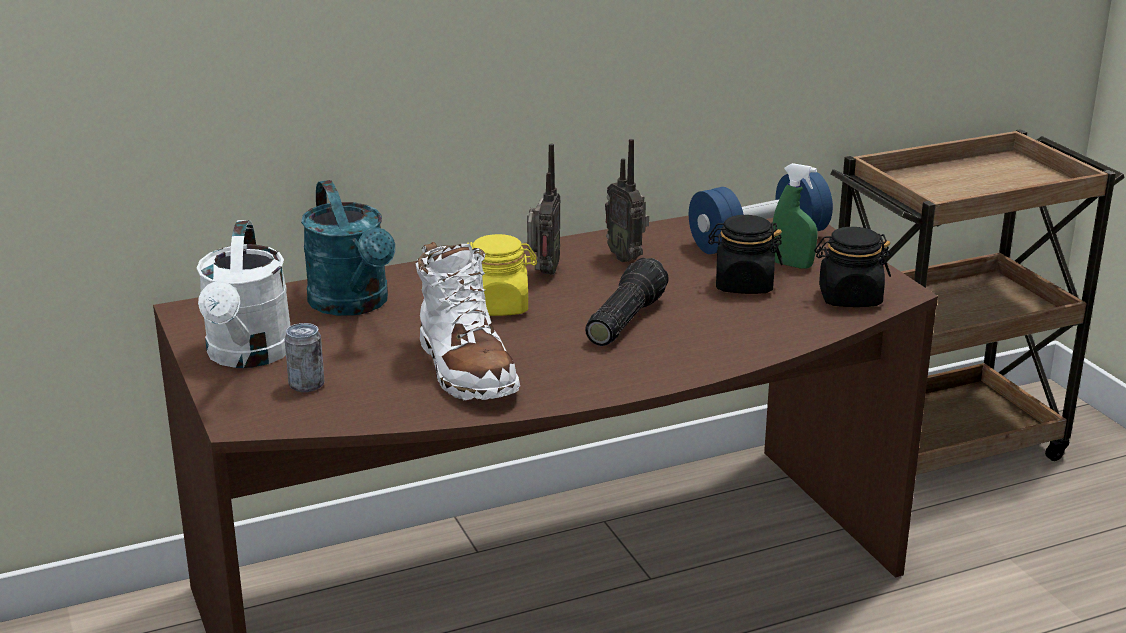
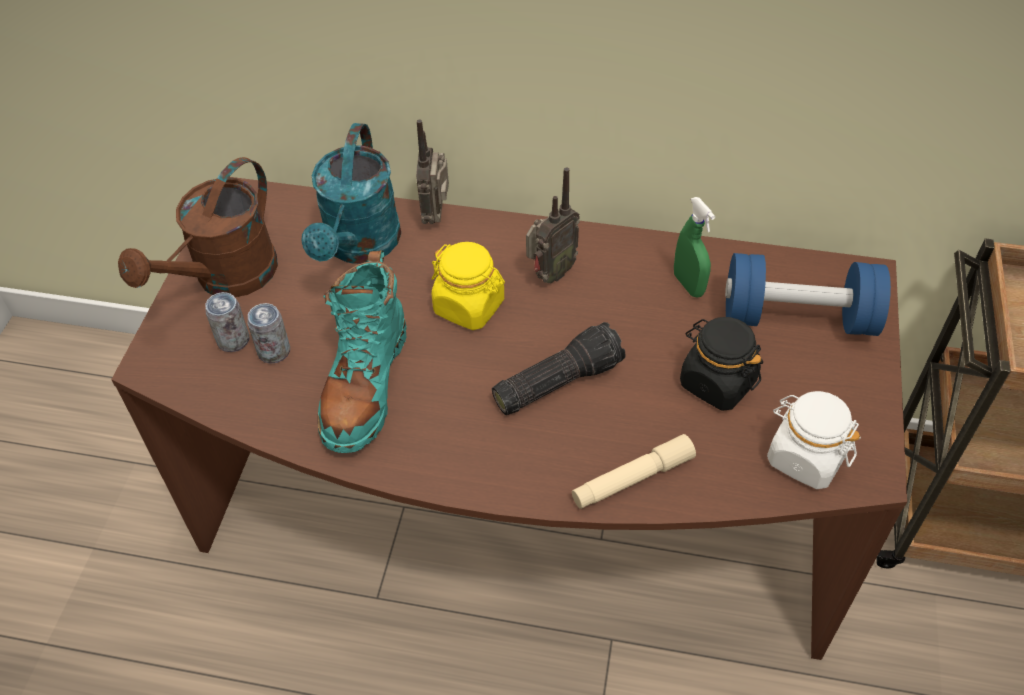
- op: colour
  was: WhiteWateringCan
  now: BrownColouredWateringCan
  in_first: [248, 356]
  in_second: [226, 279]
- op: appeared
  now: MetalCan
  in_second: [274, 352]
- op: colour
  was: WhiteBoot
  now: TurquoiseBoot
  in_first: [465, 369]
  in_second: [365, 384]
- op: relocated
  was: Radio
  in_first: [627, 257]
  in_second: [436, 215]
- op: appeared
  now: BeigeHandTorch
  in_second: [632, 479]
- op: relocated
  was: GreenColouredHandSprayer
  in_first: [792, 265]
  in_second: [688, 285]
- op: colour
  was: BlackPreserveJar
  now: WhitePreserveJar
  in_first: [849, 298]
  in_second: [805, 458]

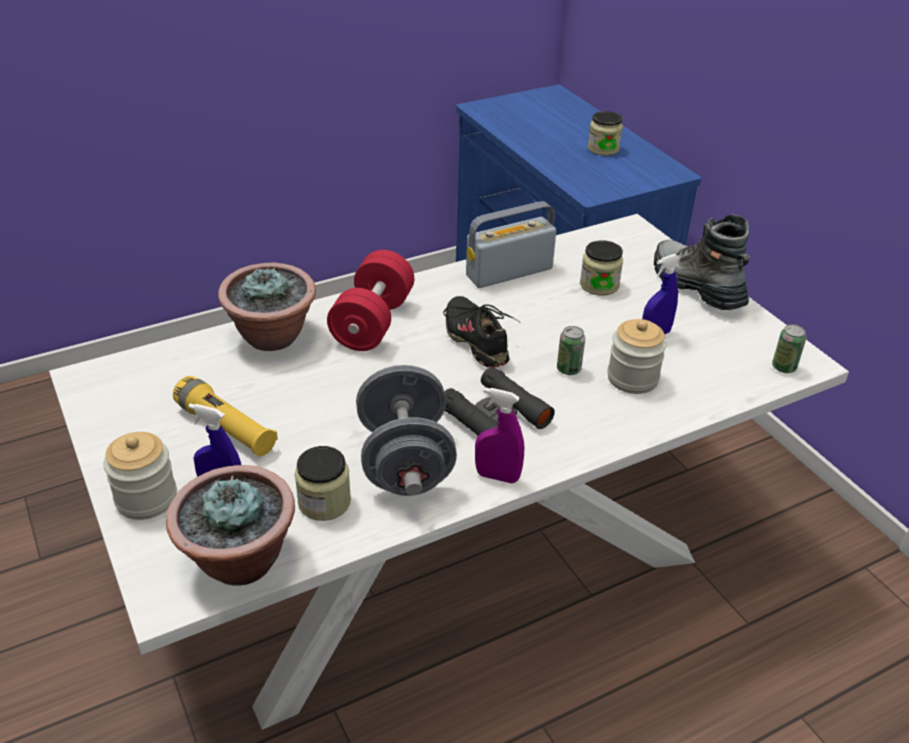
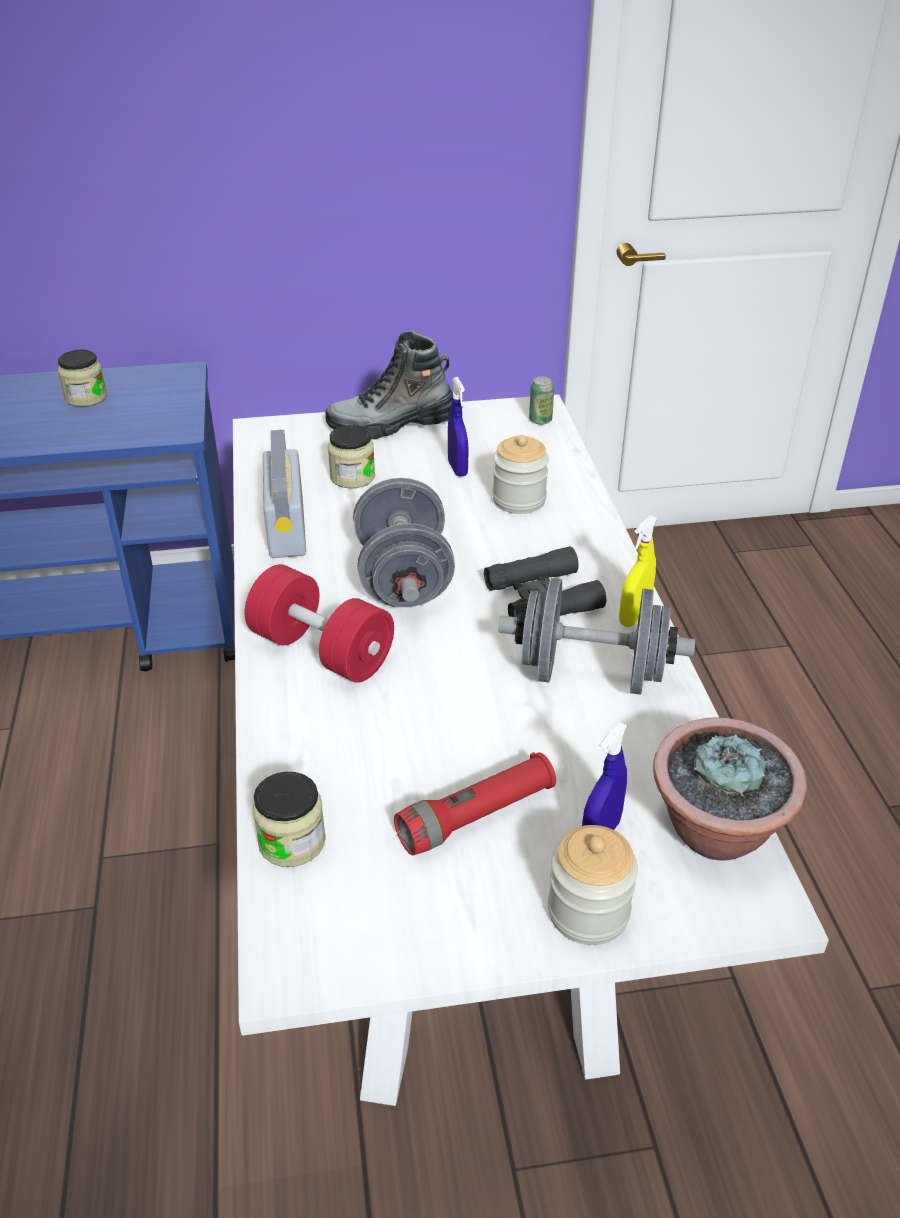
- op: relocated
  was: PreserveJar
  in_first: [324, 502]
  in_second: [292, 841]
- op: exchanged
  was: BlackLowShoe
  now: GreyDumbbell
  in_first: [477, 340]
  in_second: [403, 579]
- op: colour
  was: YellowColouredHandTorch
  now: ReddishHandTorch
  in_first: [226, 428]
  in_second: [476, 816]
- op: colour
  was: PurpleHandSprayer
  now: YellowColouredHandSprayer
  in_first: [497, 476]
  in_second: [634, 617]
- op: missing
  was: PlantInAPot
  in_first: [273, 337]
- op: missing
  was: MetalCan
  in_first: [568, 369]

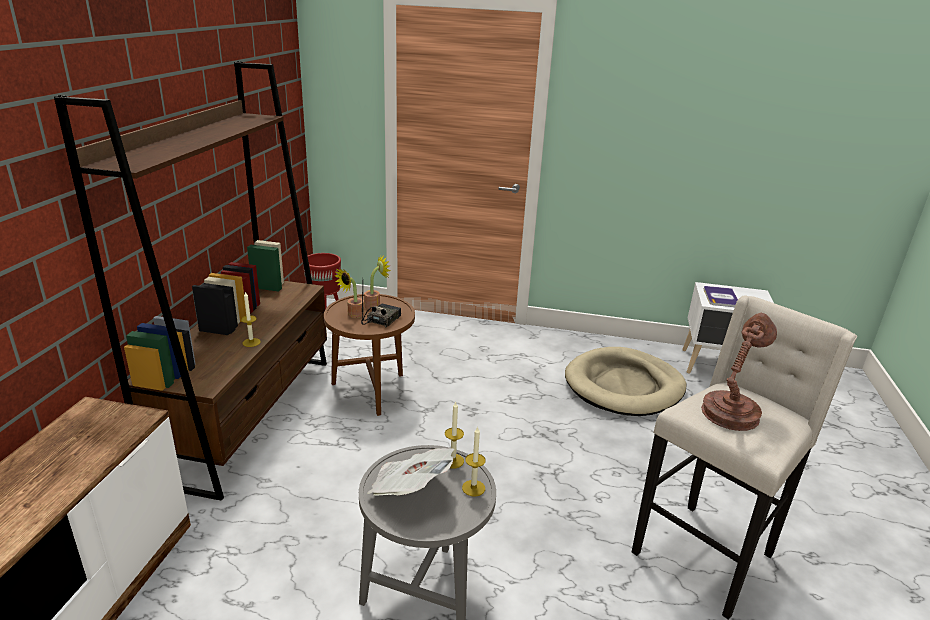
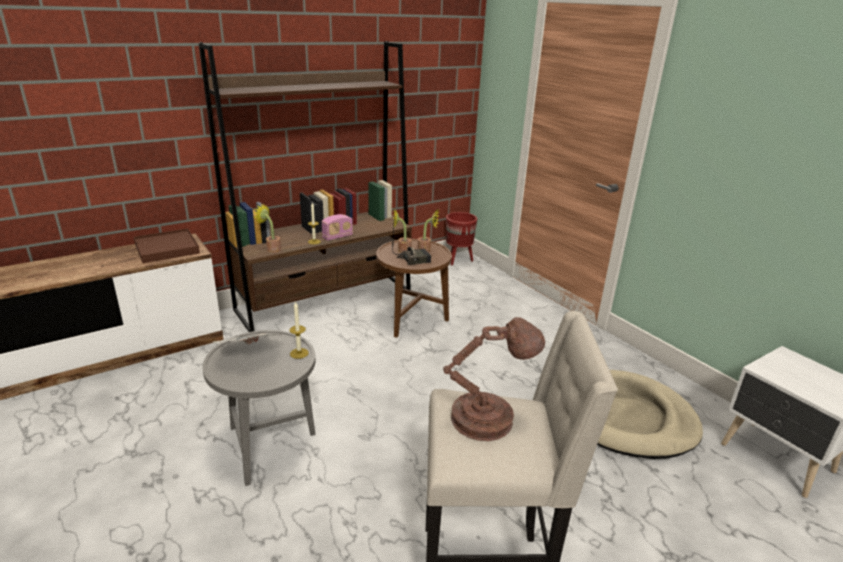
- op: appeared
  now: BrownColouredCarryingTray
  in_second: [167, 248]
- op: appeared
  now: PlantInAPot
  in_second: [271, 249]
- op: appeared
  now: Radio
  in_second: [337, 237]
- op: missing
  was: WaxCandle
  in_first: [473, 488]
- op: missing
  was: Volume
  in_first: [721, 297]

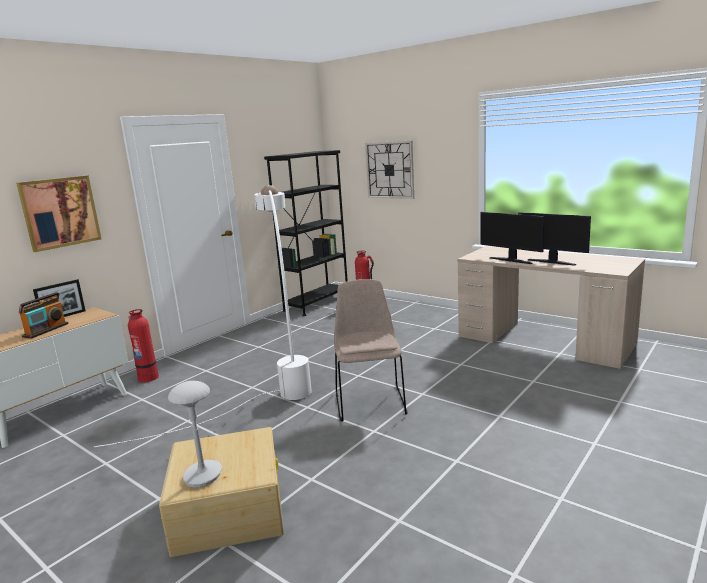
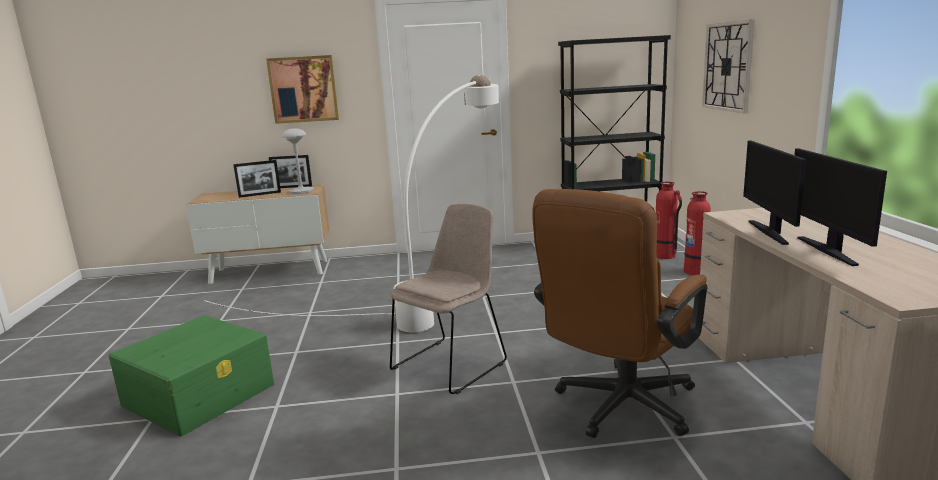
- op: colour
  was: BeigeStorageBox
  now: GreenColouredStorageBox
  in_first: [229, 508]
  in_second: [200, 394]
- op: exchanged
  was: Radio
  now: PhotoFrame
  in_first: [46, 330]
  in_second: [260, 194]
- op: relocated
  was: GreyLampForATable
  in_first: [203, 475]
  in_second: [301, 191]
- op: appeared
  now: BrownColouredComputerChair
  in_second: [619, 409]
- op: relocated
  was: FireFightingCylinder
  in_first: [148, 377]
  in_second: [695, 271]

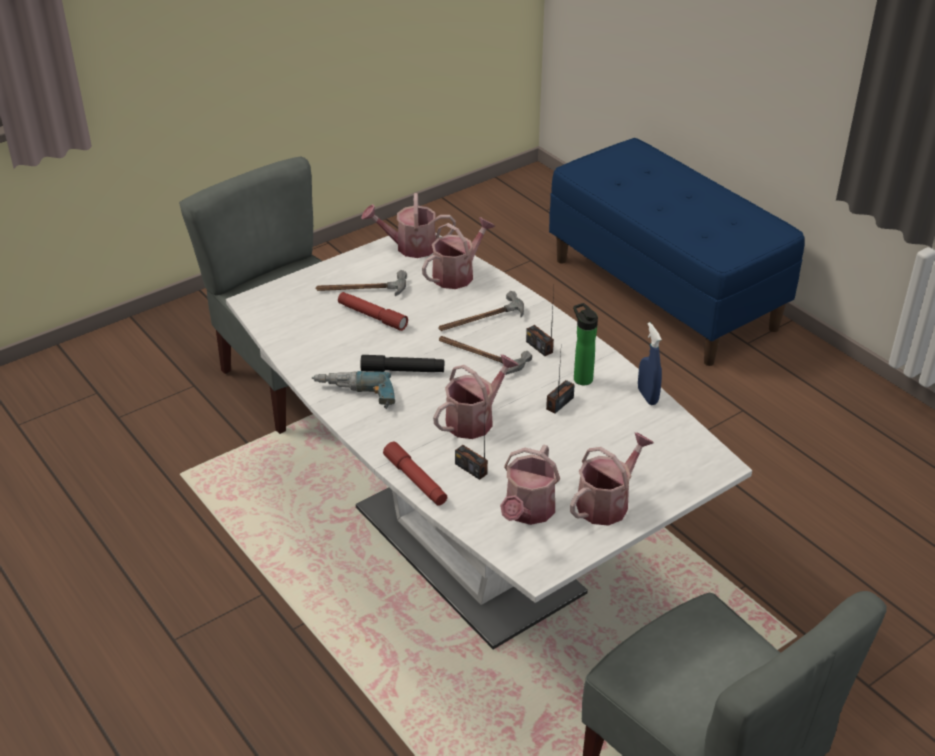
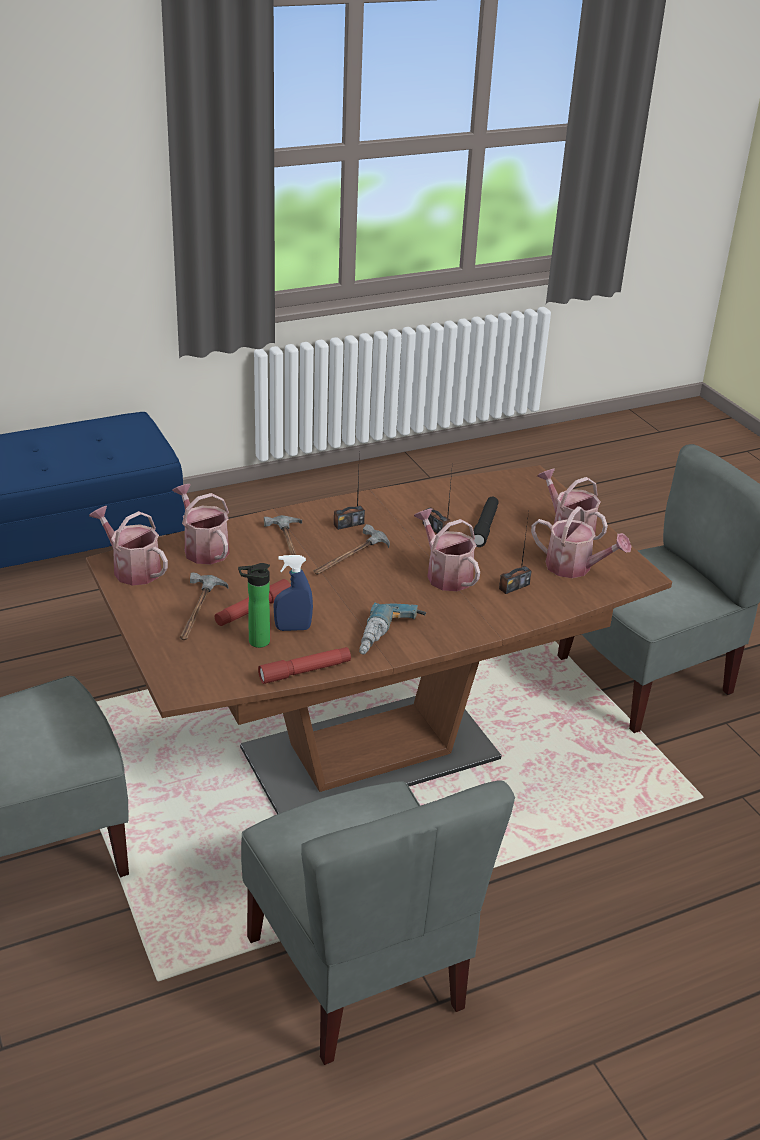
- op: colour
  was: WhiteDiningTable
  now: BrownColouredDiningTable
  in_first: [467, 550]
  in_second: [370, 754]
- op: spun
  was: WateringCan
  in_first: [410, 247]
  in_second: [132, 569]
  clockwise: 120
- op: relocated
  was: BeverageBottle
  in_first: [581, 377]
  in_second: [255, 642]
- op: appeared
  now: GreyPlainChair
  in_second: [358, 972]
- op: relocated
  was: ReddishHandTorch
  in_first: [415, 480]
  in_second: [305, 671]
- op: relocated
  was: BluishHandSprayer
  in_first: [647, 396]
  in_second: [293, 628]
- op: relocated
  was: BlackHandTorch
  in_first: [402, 370]
  in_second: [484, 527]

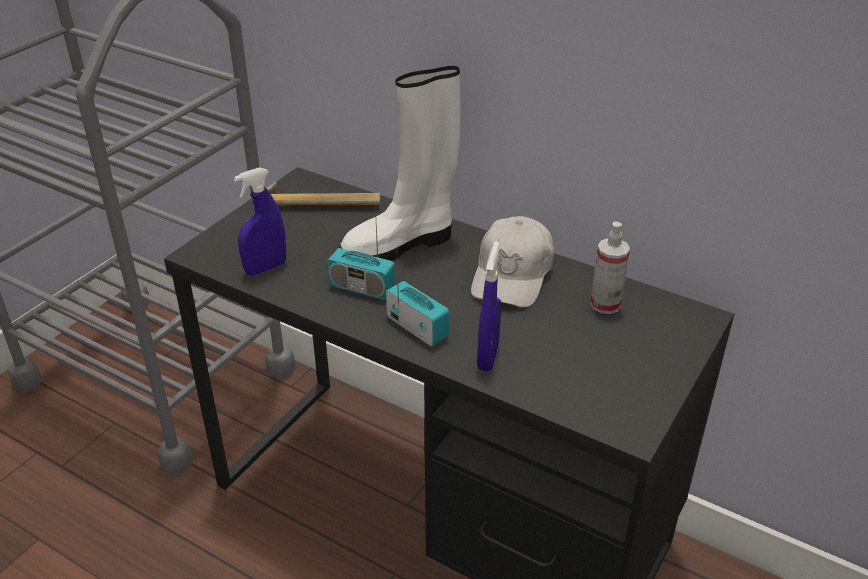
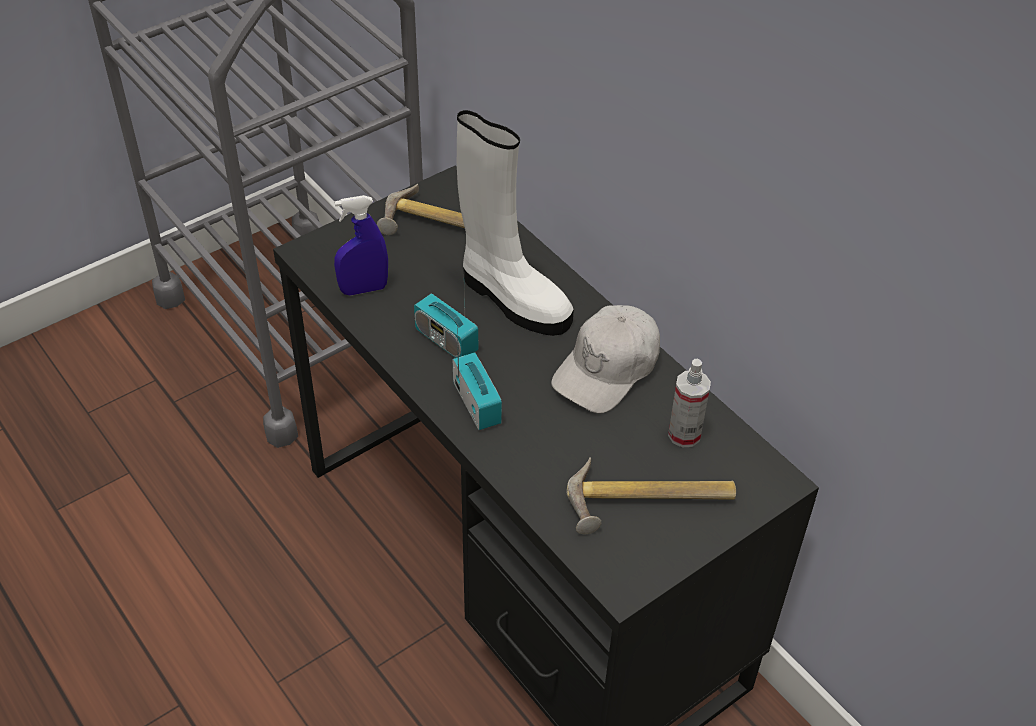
- op: spun
  was: WhiteBoot
  in_first: [401, 245]
  in_second: [512, 298]
  clockwise: -135
- op: appeared
  now: ToolHammer
  in_second: [650, 503]
- op: missing
  was: BluishHandSprayer
  in_first: [488, 357]

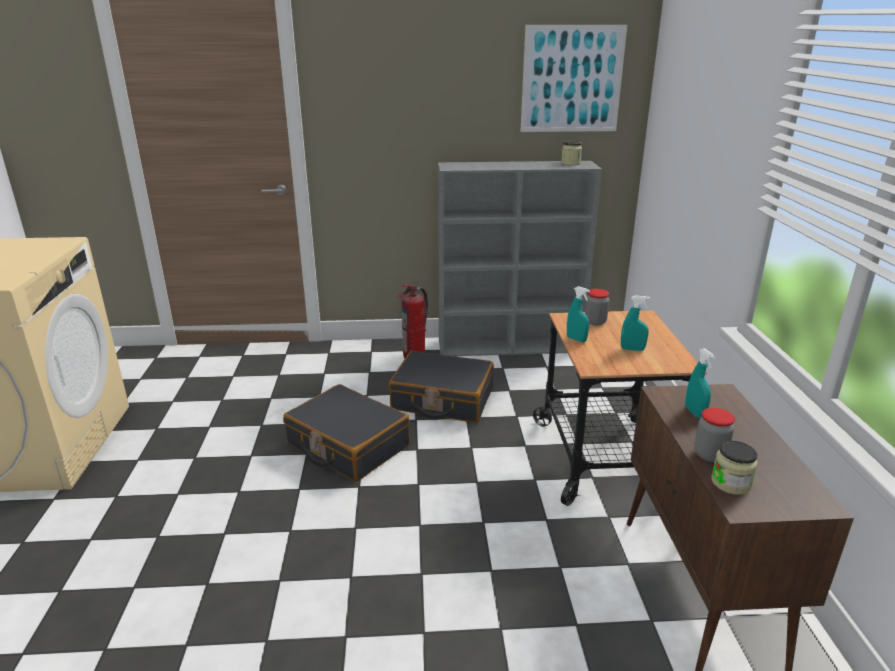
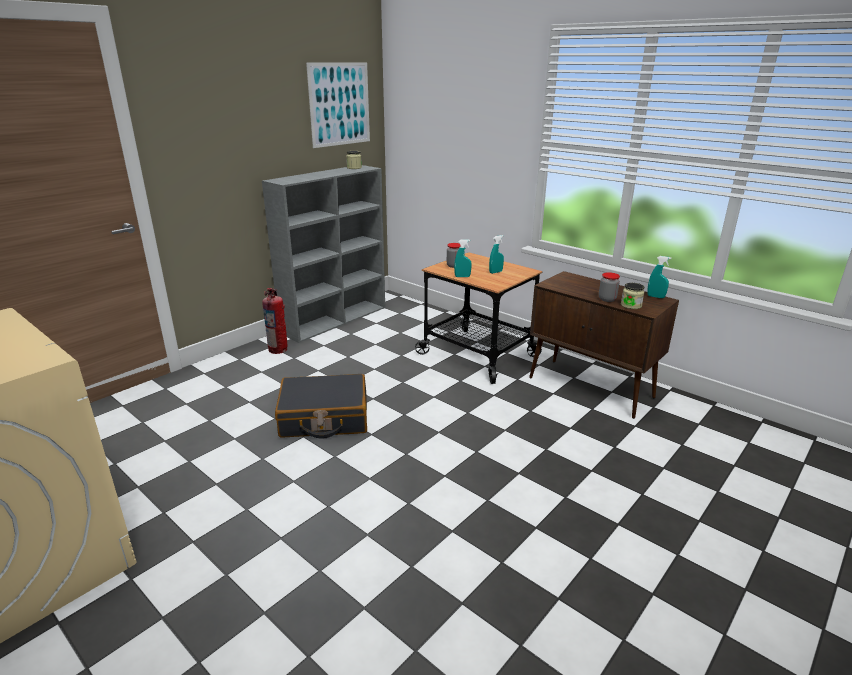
- op: relocated
  was: TurquoiseHandSprayer
  in_first: [695, 412]
  in_second: [655, 297]
- op: missing
  was: BlackPieceOfLuggage
  in_first: [442, 399]

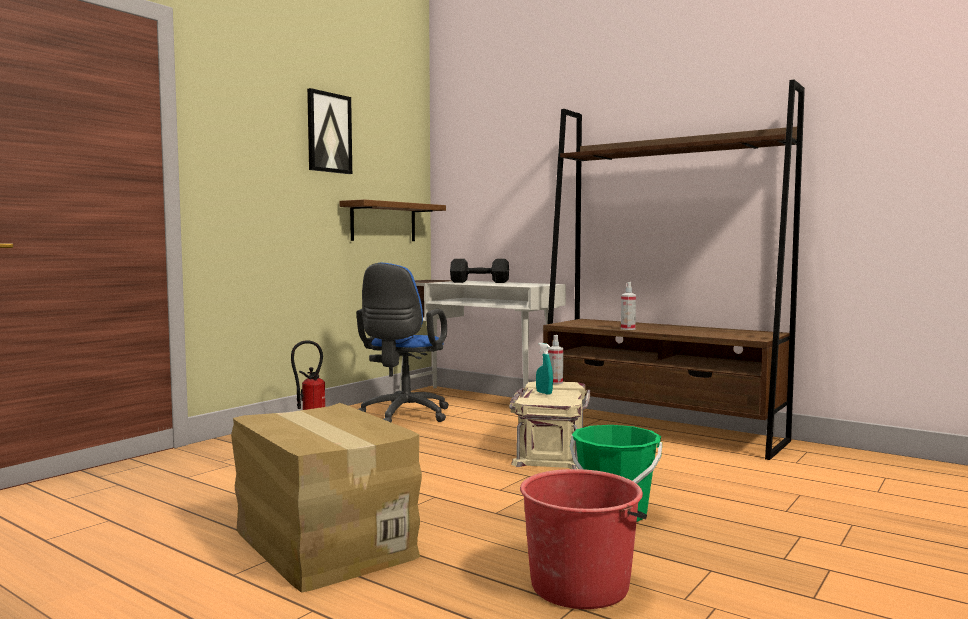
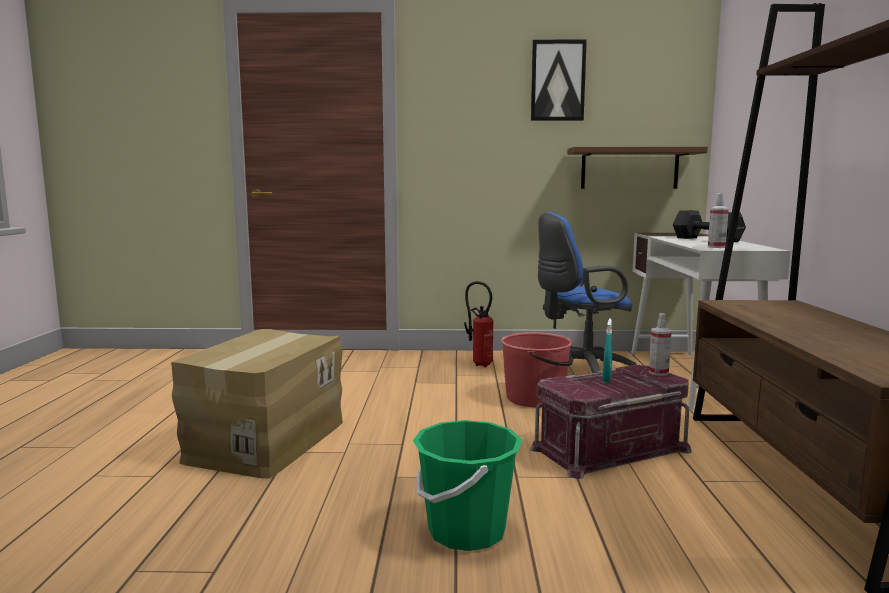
- op: relocated
  was: ReddishPail
  in_first: [580, 585]
  in_second: [536, 398]
- op: colour
  was: BeigeStorageBox
  now: ReddishStorageBox
  in_first: [550, 449]
  in_second: [609, 448]
- op: relocated
  was: HandSprayer
  in_first: [628, 329]
  in_second: [716, 247]

